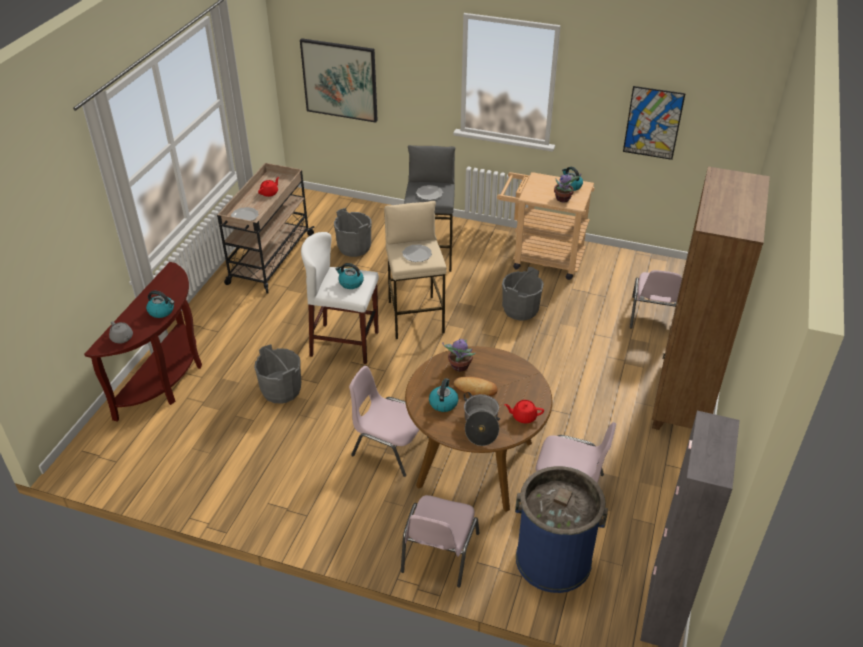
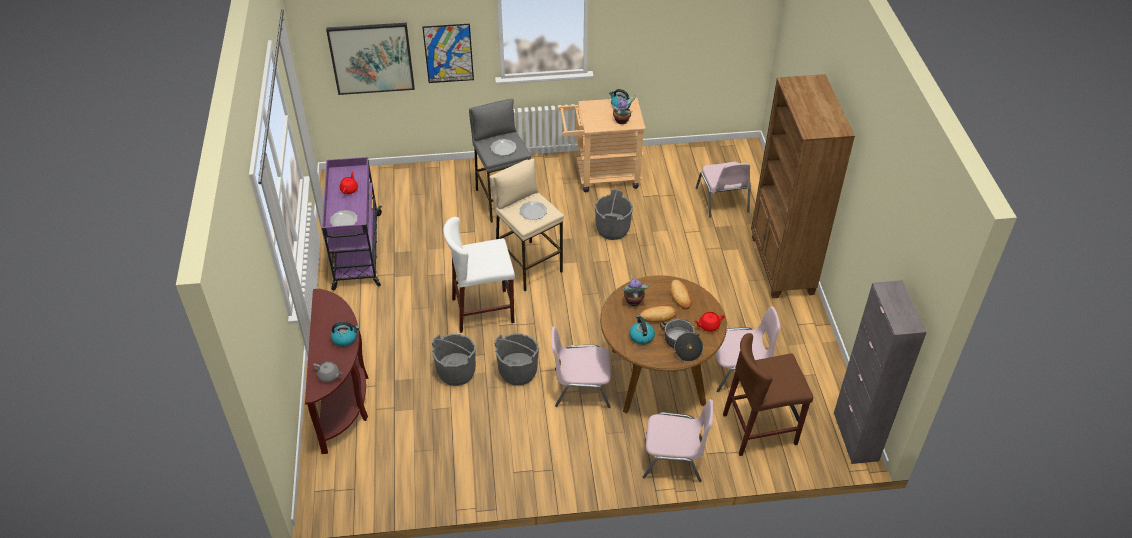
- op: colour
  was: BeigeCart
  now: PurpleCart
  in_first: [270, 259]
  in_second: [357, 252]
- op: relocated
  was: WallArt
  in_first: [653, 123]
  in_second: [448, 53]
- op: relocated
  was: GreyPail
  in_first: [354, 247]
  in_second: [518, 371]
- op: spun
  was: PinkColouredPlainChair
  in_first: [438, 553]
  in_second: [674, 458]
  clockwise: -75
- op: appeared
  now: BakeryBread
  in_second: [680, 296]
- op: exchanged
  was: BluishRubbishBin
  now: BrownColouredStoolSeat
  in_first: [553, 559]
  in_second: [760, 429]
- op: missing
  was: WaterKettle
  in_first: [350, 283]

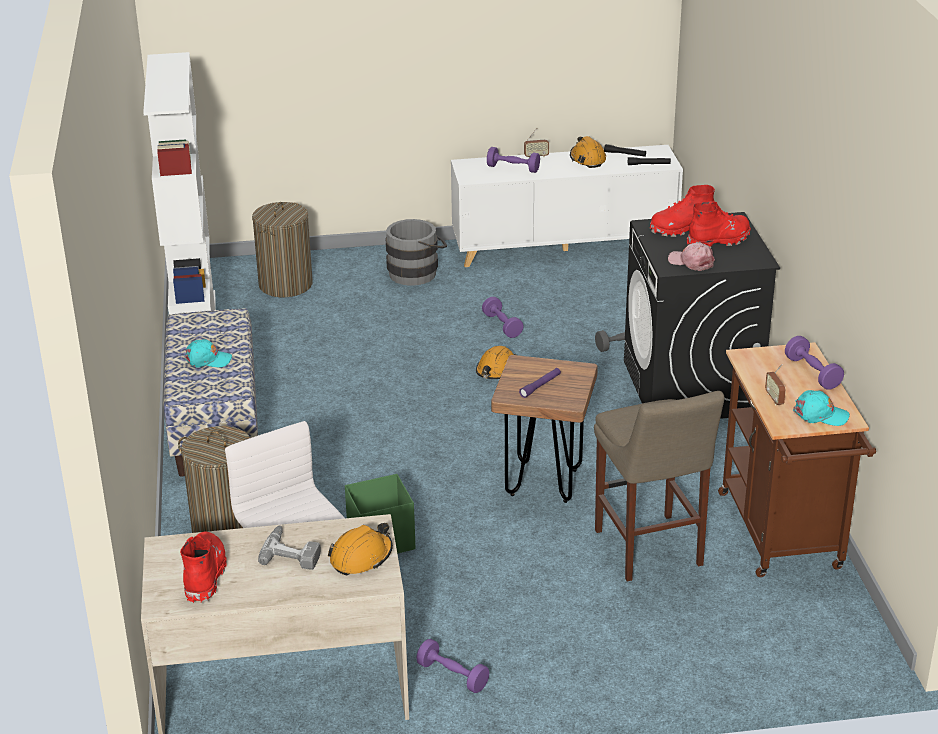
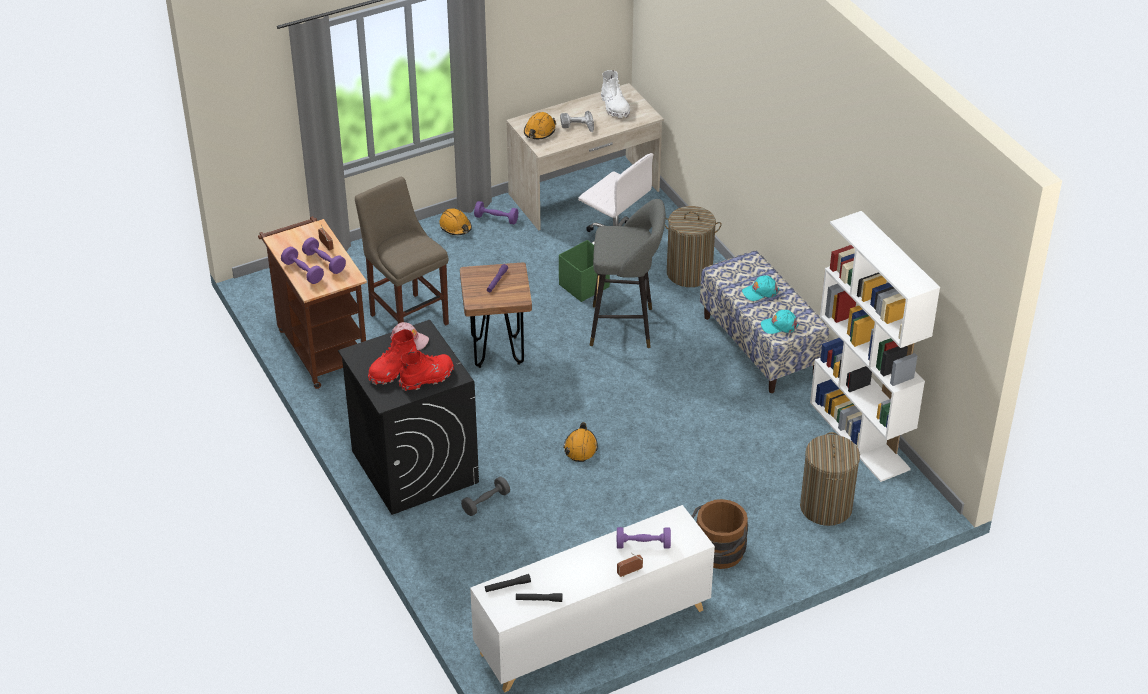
- op: relocated
  was: PurpleDumbbell
  in_first: [502, 326]
  in_second: [324, 262]
- op: relocated
  was: OrangeWorkHelmet
  in_first: [587, 159]
  in_second: [455, 227]
- op: appeared
  now: GreyStoolSeat
  in_second: [626, 326]
- op: colour
  was: ReddishBoot
  now: WhiteBoot
  in_first: [204, 575]
  in_second: [614, 107]
- op: colour
  was: GreyPail
  now: BrownColouredPail
  in_first: [417, 272]
  in_second: [717, 554]
- op: relocated
  was: TurquoisePeakedCap
  in_first: [820, 414]
  in_second: [779, 325]

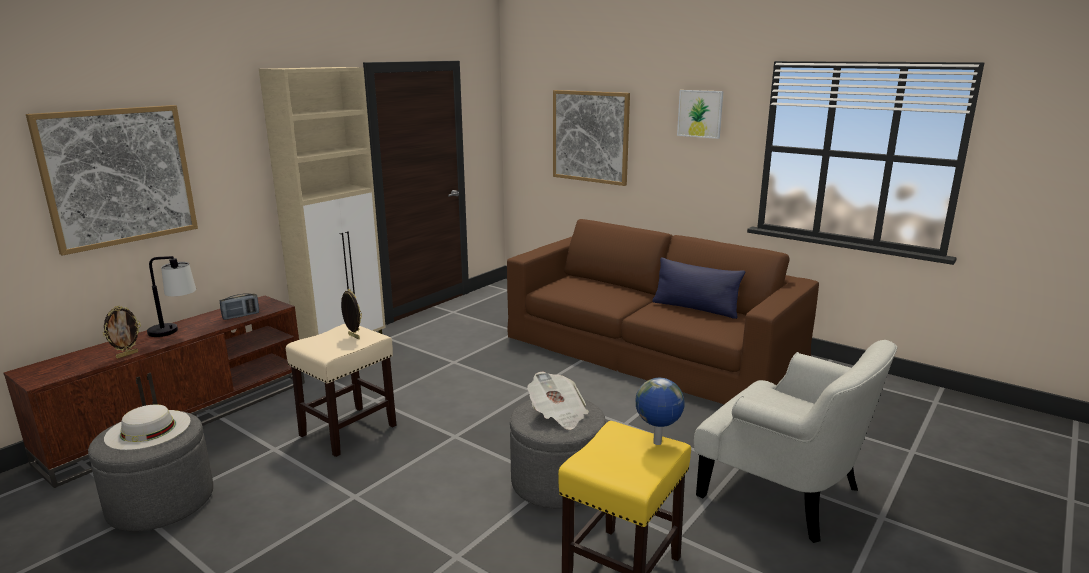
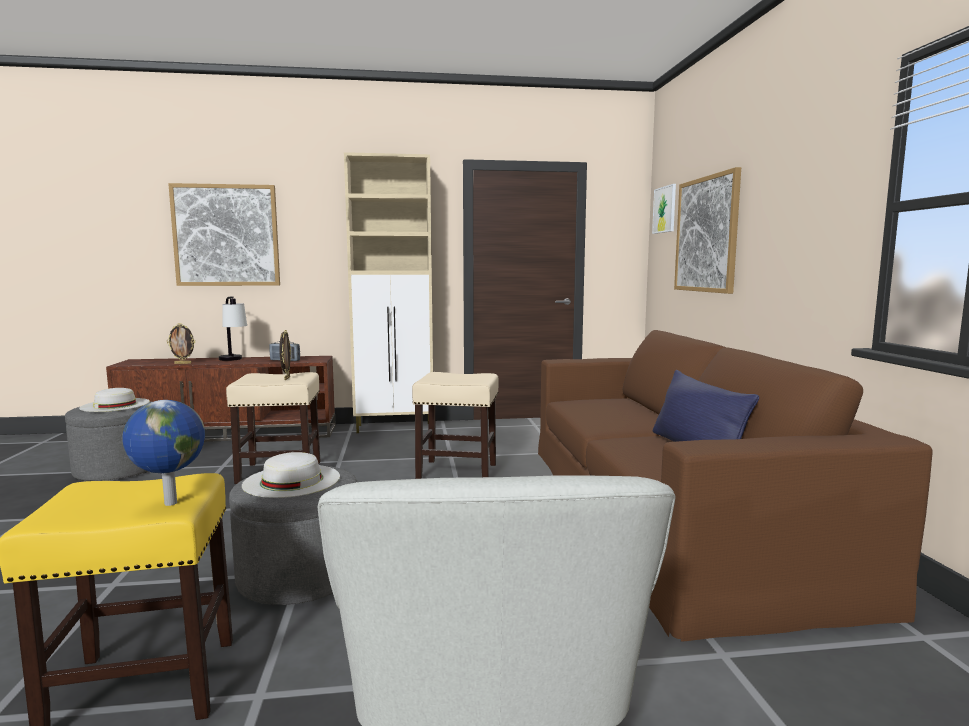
- op: exchanged
  was: Newspaper
  now: WhiteHat
  in_first: [558, 415]
  in_second: [291, 480]
- op: appeared
  now: BeigeStoolSeat
  in_second: [458, 472]
- op: relocated
  was: WallArt
  in_first: [700, 113]
  in_second: [664, 209]

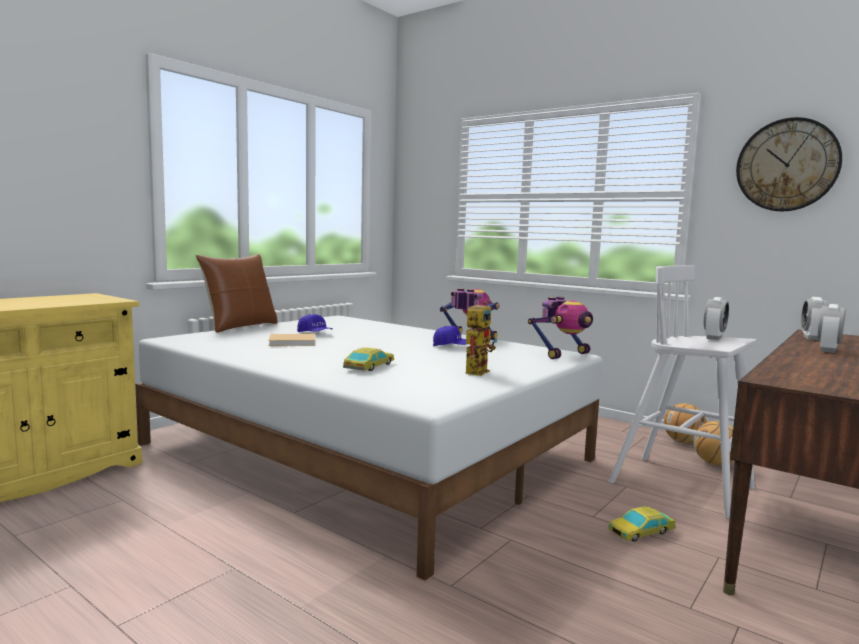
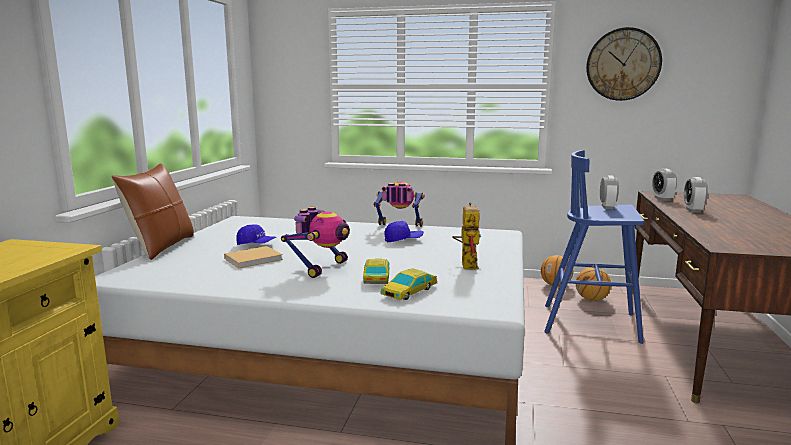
- op: relocated
  was: RobotFigure
  in_first: [563, 354]
  in_second: [321, 268]
- op: relocated
  was: ModelCar
  in_first: [641, 531]
  in_second: [409, 291]
- op: colour
  was: WhiteStoolSeat
  now: BluishStoolSeat
  in_first: [684, 486]
  in_second: [592, 323]

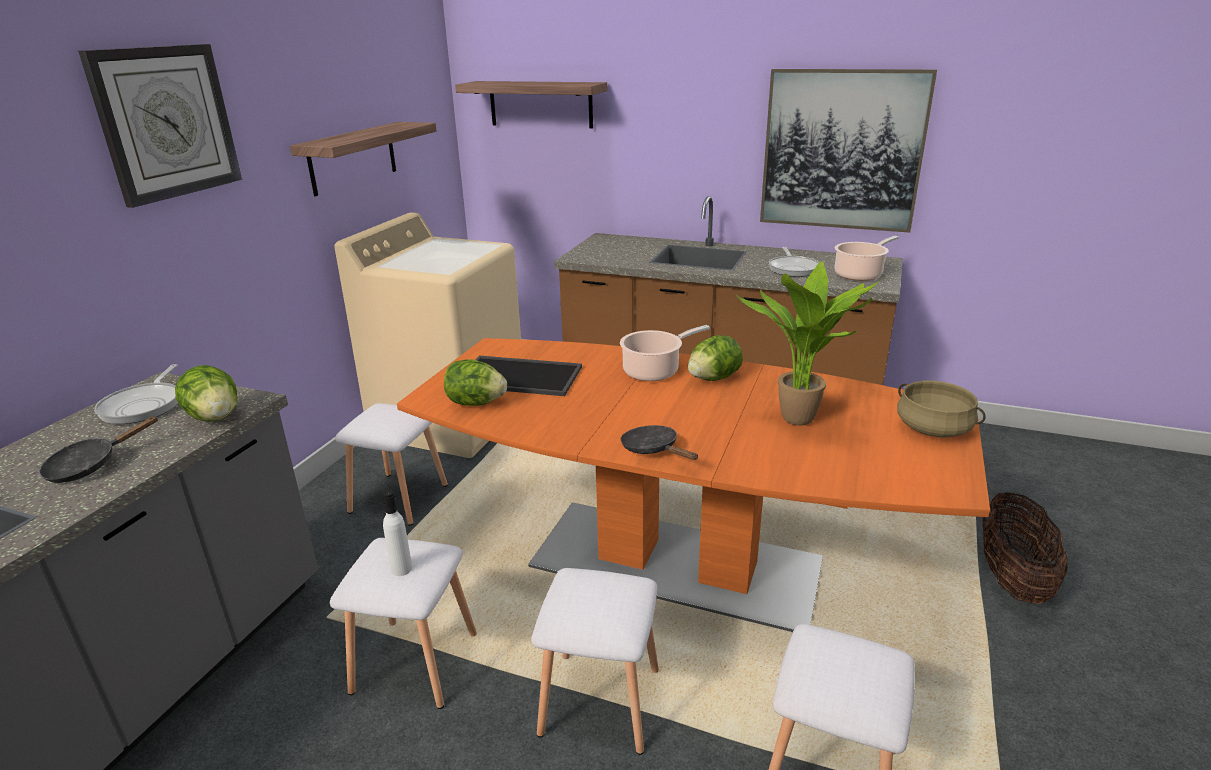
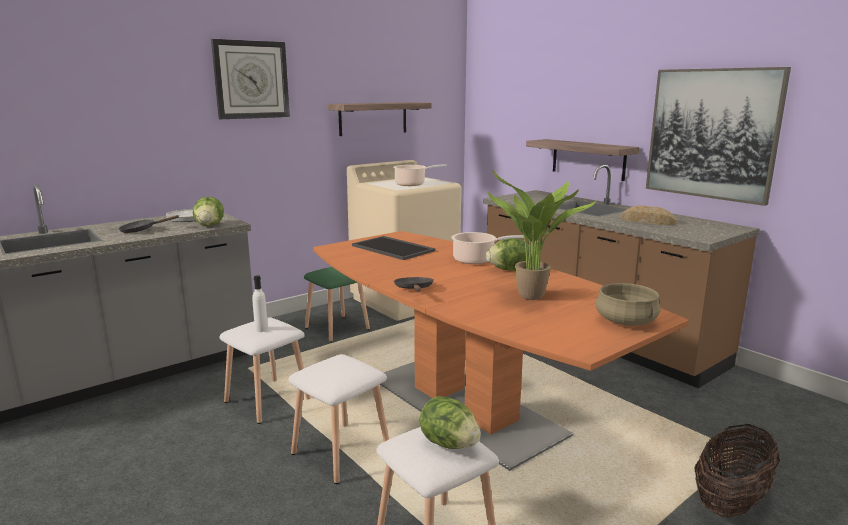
- op: colour
  was: WhiteStoolSeat
  now: GreenColouredStoolSeat
  in_first: [399, 497]
  in_second: [337, 328]
- op: relocated
  was: Stockpot
  in_first: [860, 274]
  in_second: [412, 184]
- op: relocated
  was: Lettuce
  in_first: [476, 403]
  in_second: [449, 444]
- op: relocated
  was: Shelf
  in_first: [540, 104]
  in_second: [588, 159]
- op: exchanged
  was: FryingPan
  now: BakeryBread
  in_first: [793, 268]
  in_second: [647, 221]

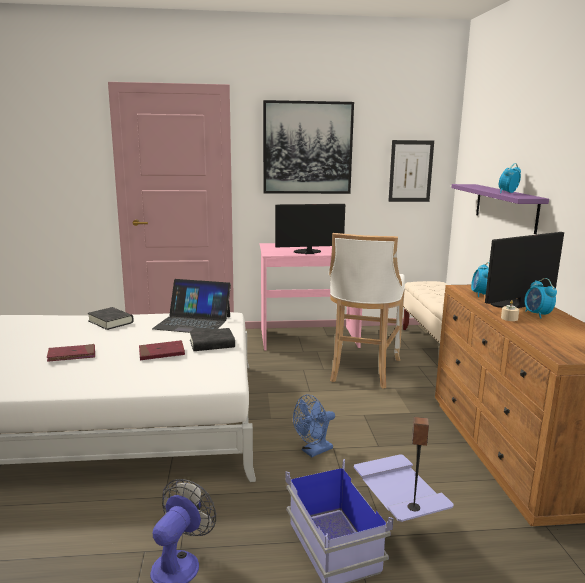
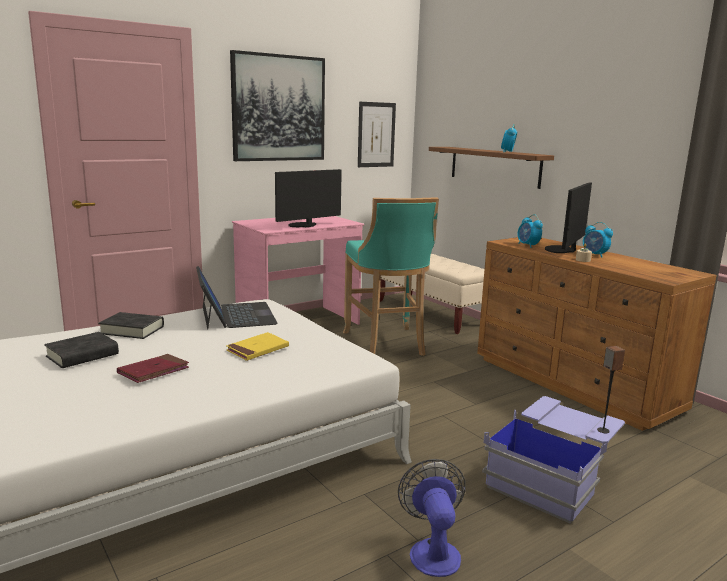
- op: relocated
  was: BlackVolume
  in_first: [212, 344]
  in_second: [82, 355]
- op: spun
  was: PortableComputer
  in_first: [193, 322]
  in_second: [236, 315]
  clockwise: -90
- op: colour
  was: ReddishVolume
  now: YellowColouredVolume
  in_first: [161, 353]
  in_second: [258, 349]
- op: colour
  was: WhiteStoolSeat
  now: TurquoiseStoolSeat
  in_first: [362, 371]
  in_second: [387, 344]
- op: colour
  was: PurpleShelf
  now: BrownColouredShelf
  in_first: [505, 207]
  in_second: [494, 166]
- op: missing
  was: BluishElectricFan
  in_first: [313, 451]

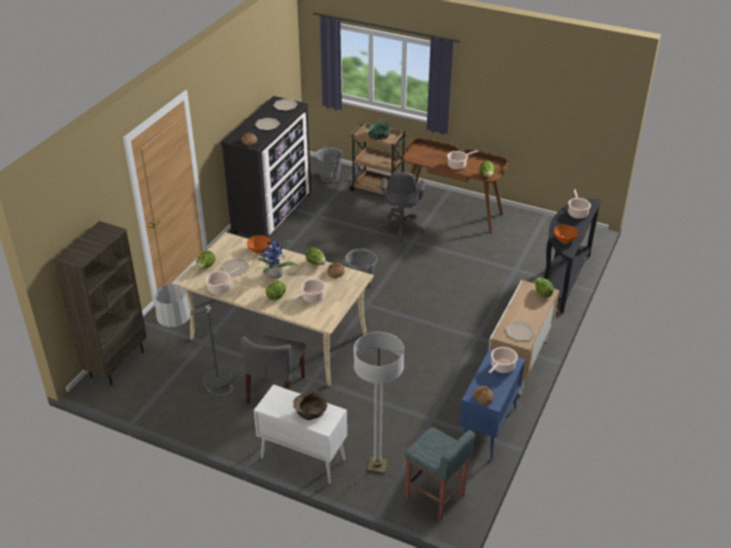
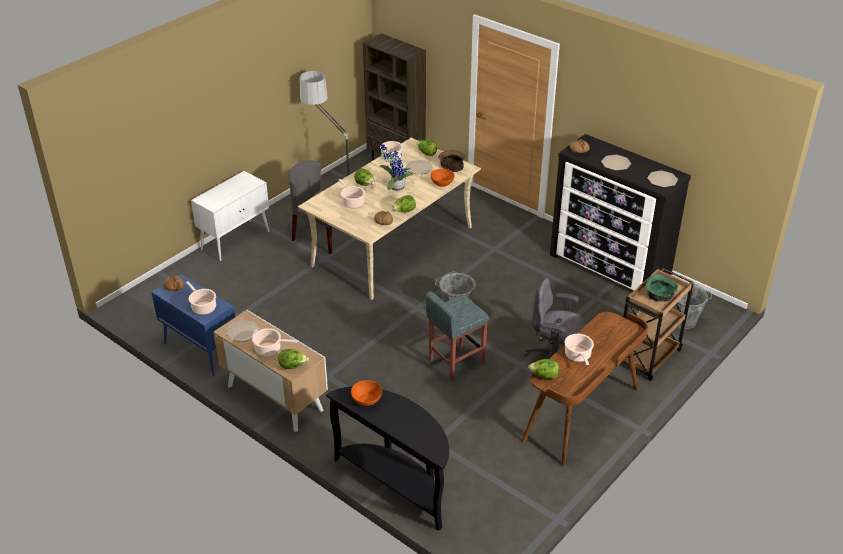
- op: relocated
  was: Stockpot
  in_first: [577, 213]
  in_second: [269, 349]
- op: relocated
  was: GreyStoolSeat
  in_first: [435, 497]
  in_second: [455, 362]
- op: relocated
  was: BrownColouredBowl
  in_first: [310, 412]
  in_second: [451, 166]
- op: missing
  was: StandingLamp
  in_first: [377, 466]

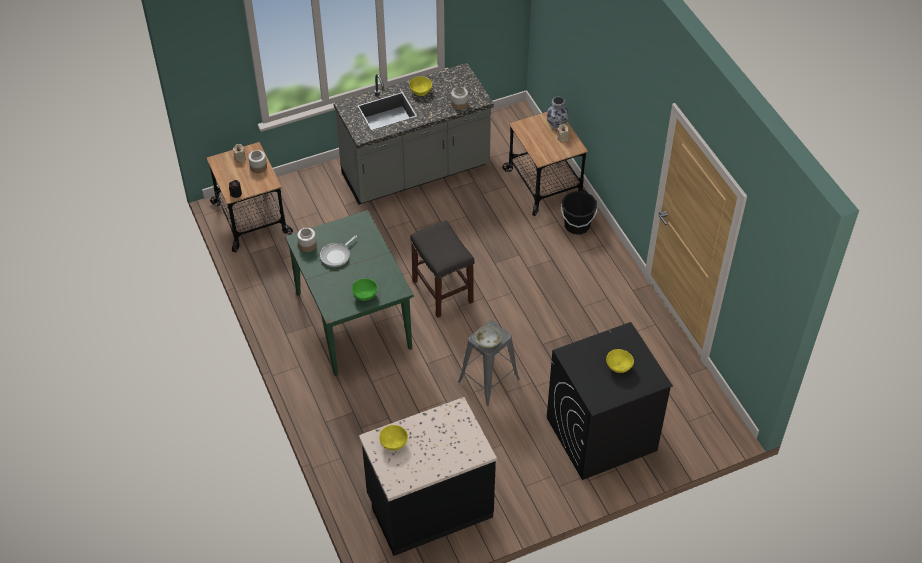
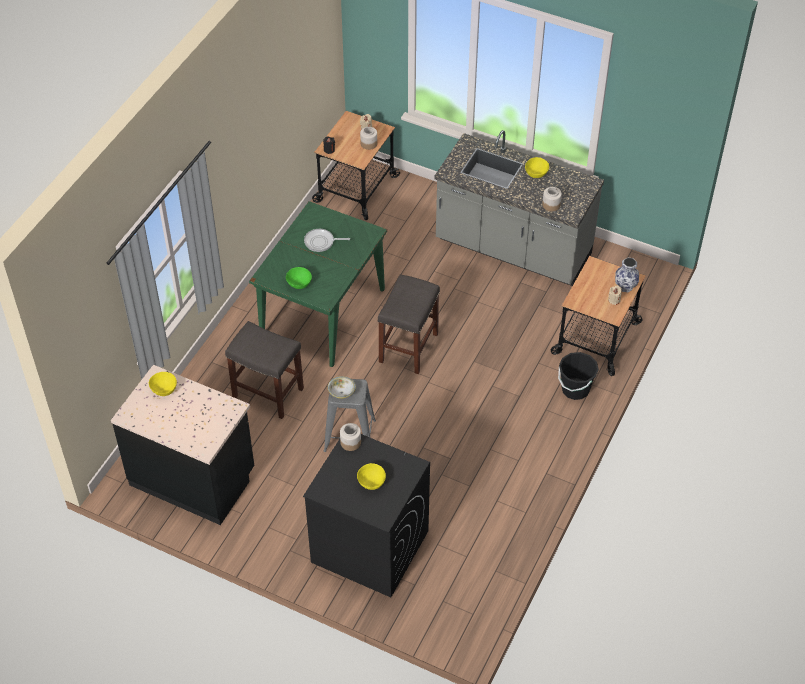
- op: appeared
  now: GreyStoolSeat
  in_second: [267, 393]
- op: relocated
  was: PreserveJar
  in_first: [307, 245]
  in_second: [350, 442]

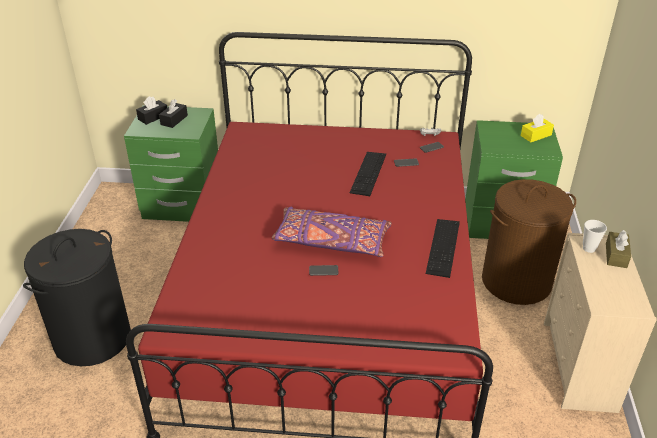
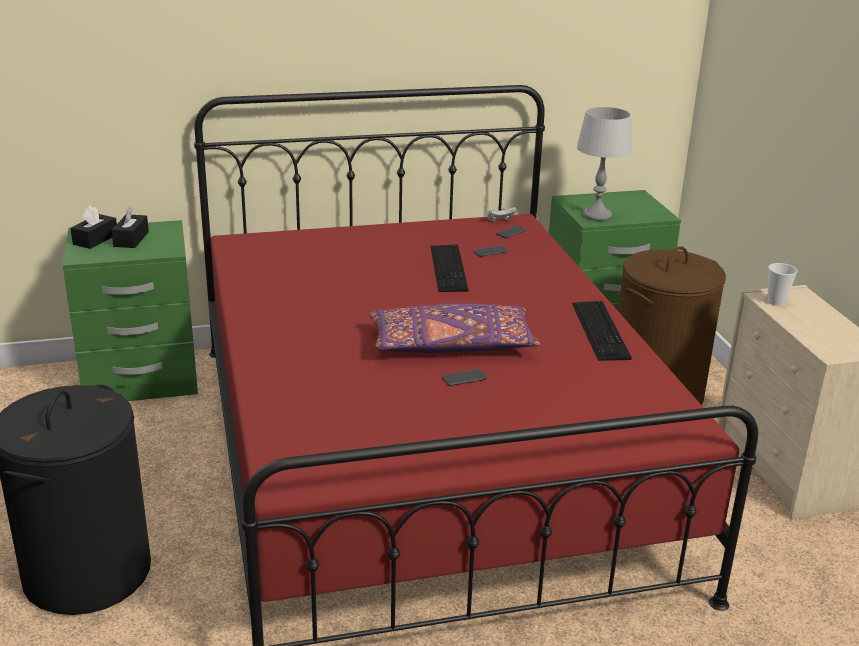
- op: appeared
  now: GreyLampForATable
  in_second: [597, 215]
- op: missing
  was: YellowColouredBoxOfTissues
  in_first: [536, 135]
- op: missing
  was: BrownColouredBoxOfTissues
  in_first: [616, 255]

